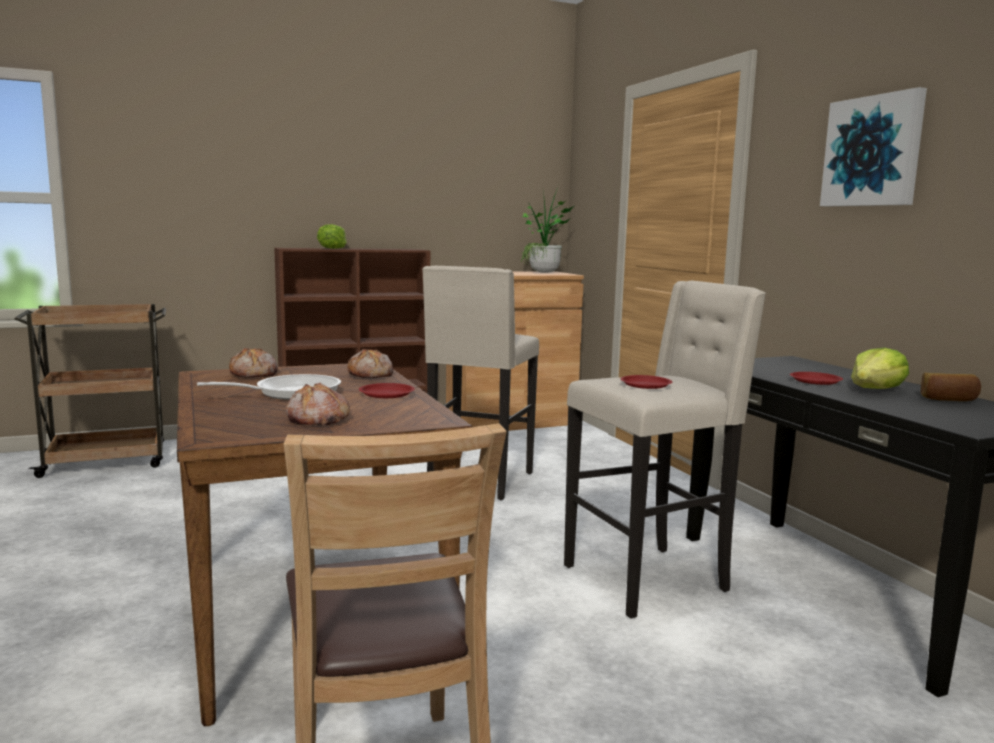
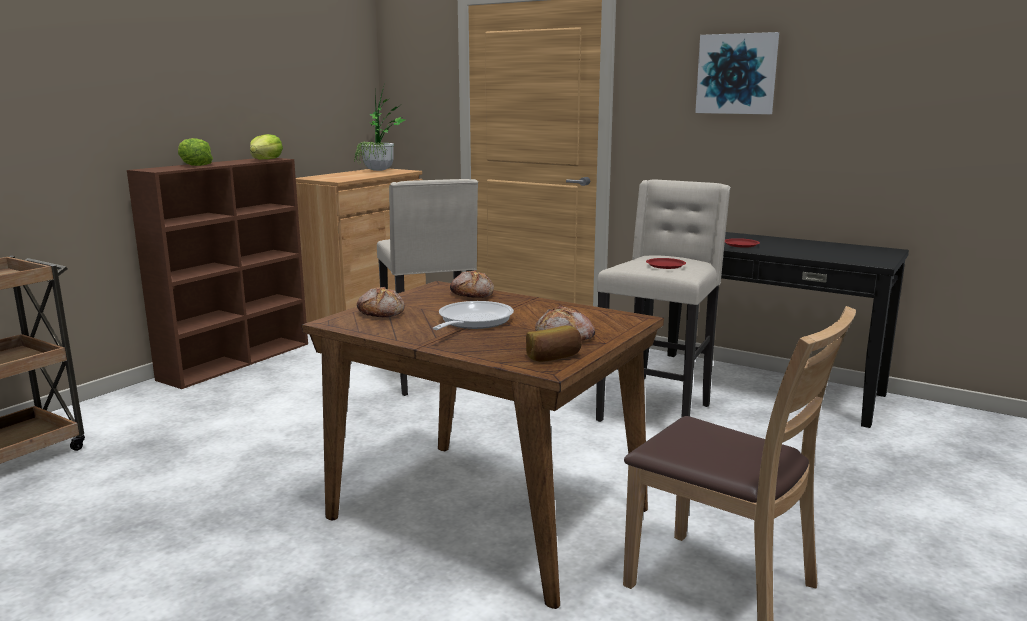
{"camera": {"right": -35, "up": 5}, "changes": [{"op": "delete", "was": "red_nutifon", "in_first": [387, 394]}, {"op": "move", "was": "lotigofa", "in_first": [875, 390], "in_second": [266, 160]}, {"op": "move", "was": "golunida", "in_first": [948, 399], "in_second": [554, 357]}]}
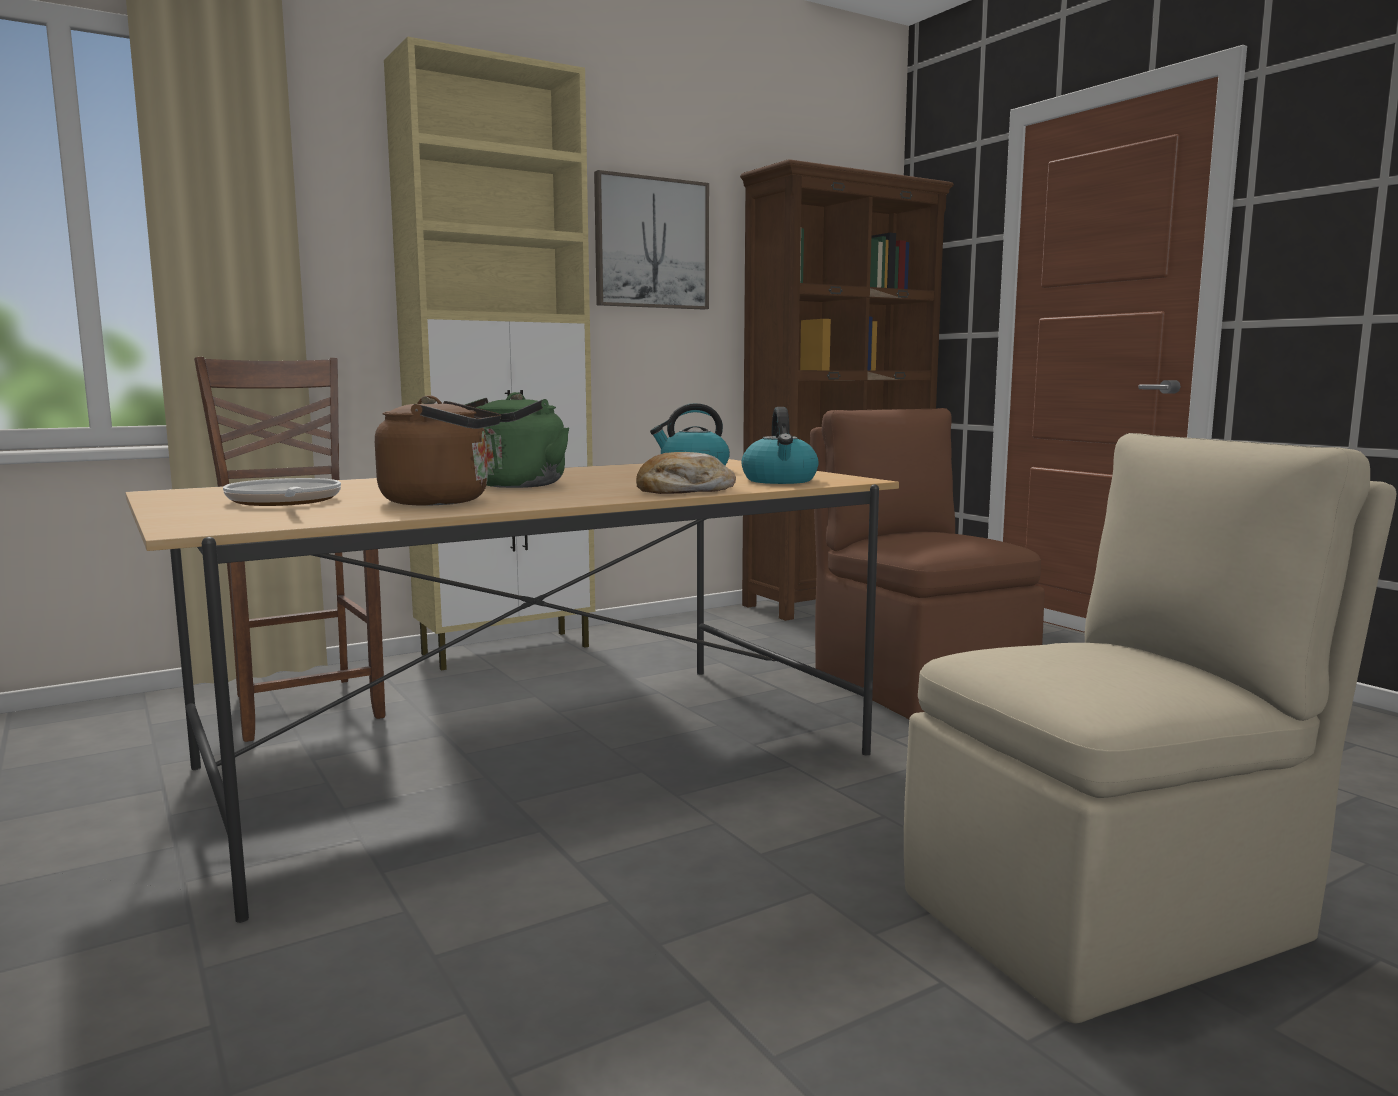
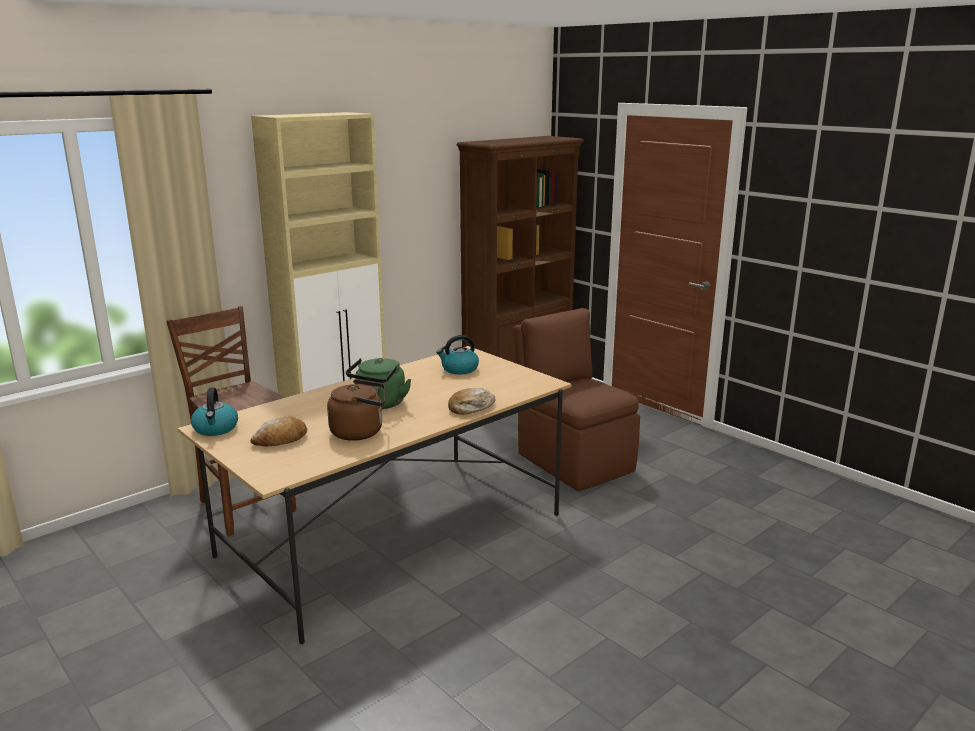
{"camera": {"right": -10, "up": 10}, "changes": [{"op": "replace", "was": "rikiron", "now": "golunida", "in_first": [284, 502], "in_second": [281, 439]}, {"op": "delete", "was": "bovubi", "in_first": [651, 243]}, {"op": "move", "was": "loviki", "in_first": [780, 480], "in_second": [216, 429]}, {"op": "delete", "was": "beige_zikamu", "in_first": [1111, 915]}]}
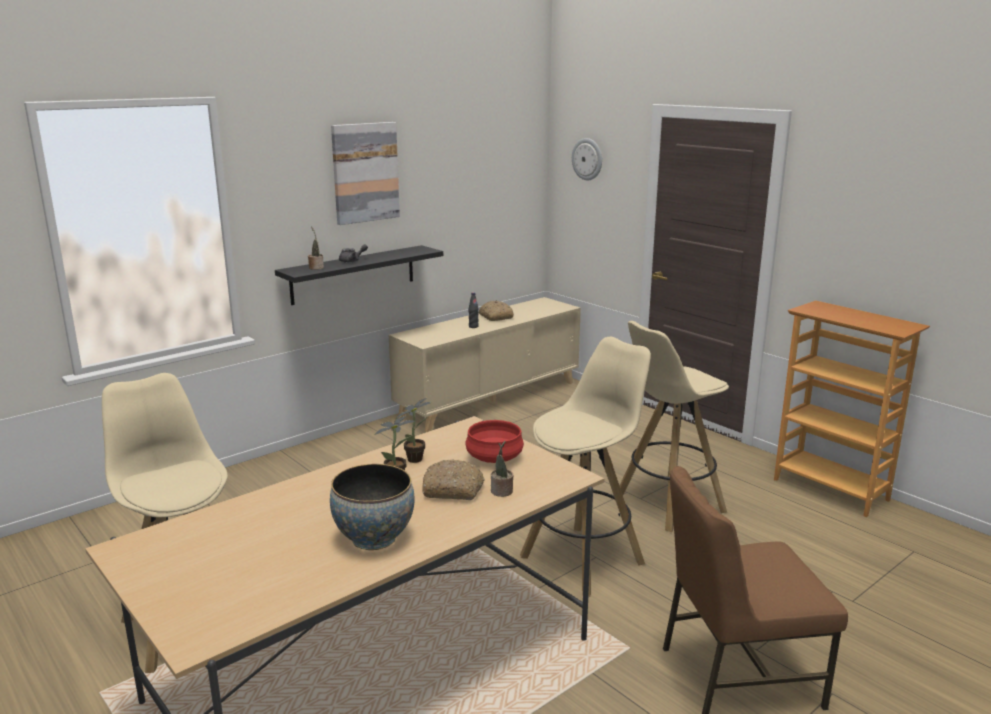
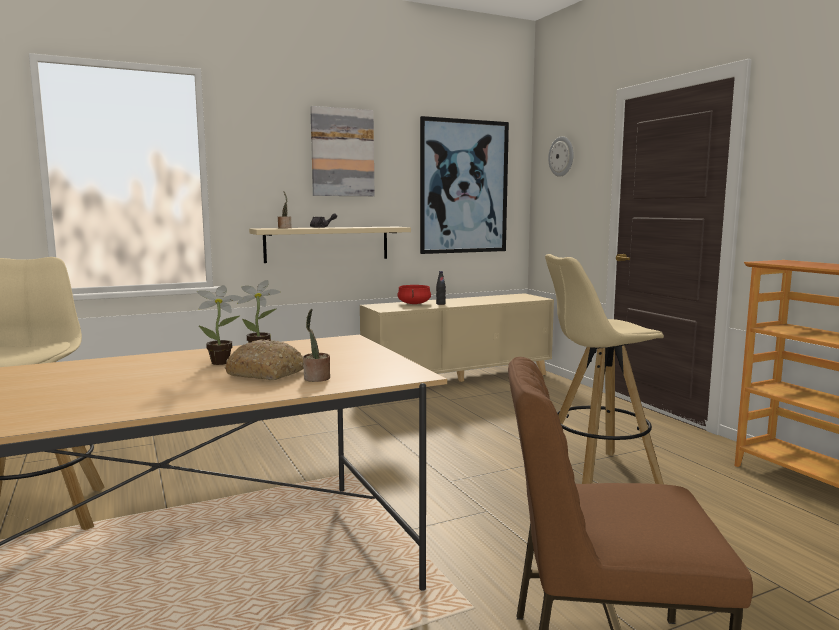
{"camera": {"right": 15, "up": -10}, "changes": [{"op": "recolor", "was": "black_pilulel", "now": "beige_pilulel", "in_first": [353, 274], "in_second": [327, 244]}, {"op": "delete", "was": "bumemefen", "in_first": [374, 538]}, {"op": "move", "was": "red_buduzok", "in_first": [493, 457], "in_second": [414, 303]}, {"op": "delete", "was": "golunida", "in_first": [495, 317]}, {"op": "delete", "was": "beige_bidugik", "in_first": [583, 559]}, {"op": "insert", "now": "bovubi", "in_second": [464, 187]}]}
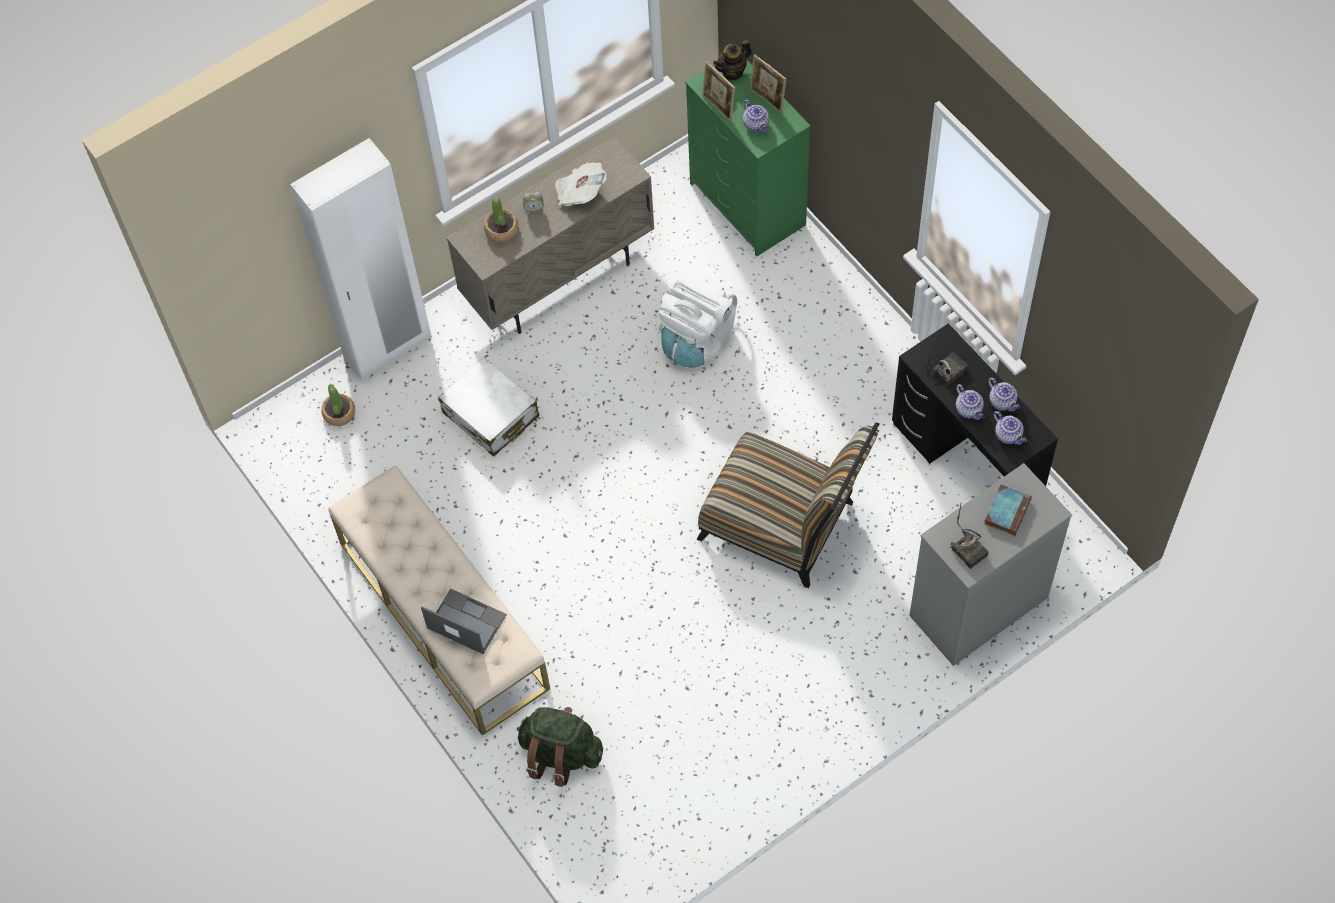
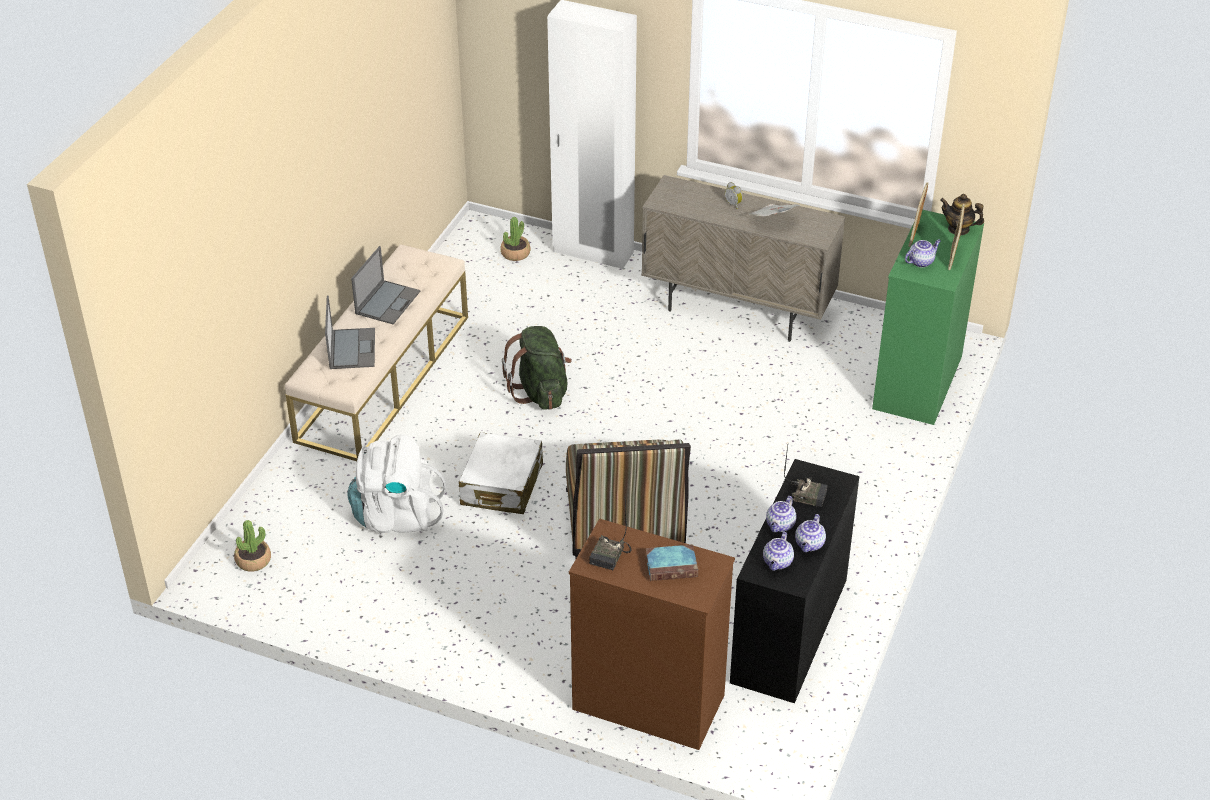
{"camera": {"right": 55, "up": -20}, "changes": [{"op": "move", "was": "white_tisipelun", "in_first": [490, 415], "in_second": [501, 485]}, {"op": "move", "was": "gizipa", "in_first": [502, 230], "in_second": [253, 560]}, {"op": "move", "was": "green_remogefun", "in_first": [560, 754], "in_second": [540, 392]}, {"op": "move", "was": "white_remogefun", "in_first": [697, 339], "in_second": [396, 516]}, {"op": "rotate", "was": "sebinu", "in_first": [756, 124], "in_second": [921, 261], "clockwise": -150}, {"op": "recolor", "was": "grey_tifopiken", "now": "brown_tifopiken", "in_first": [977, 607], "in_second": [647, 702]}, {"op": "insert", "now": "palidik", "in_second": [388, 302]}]}
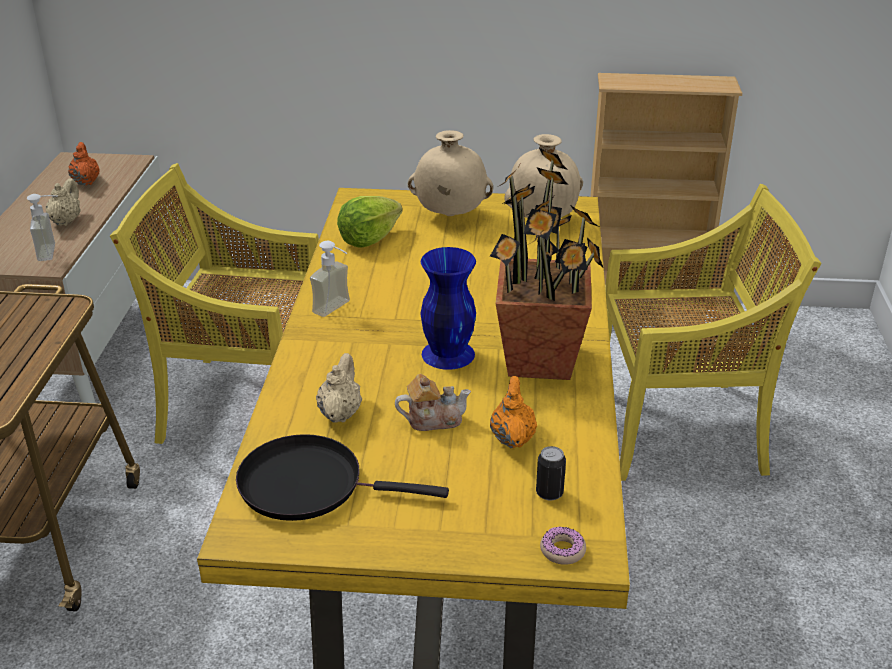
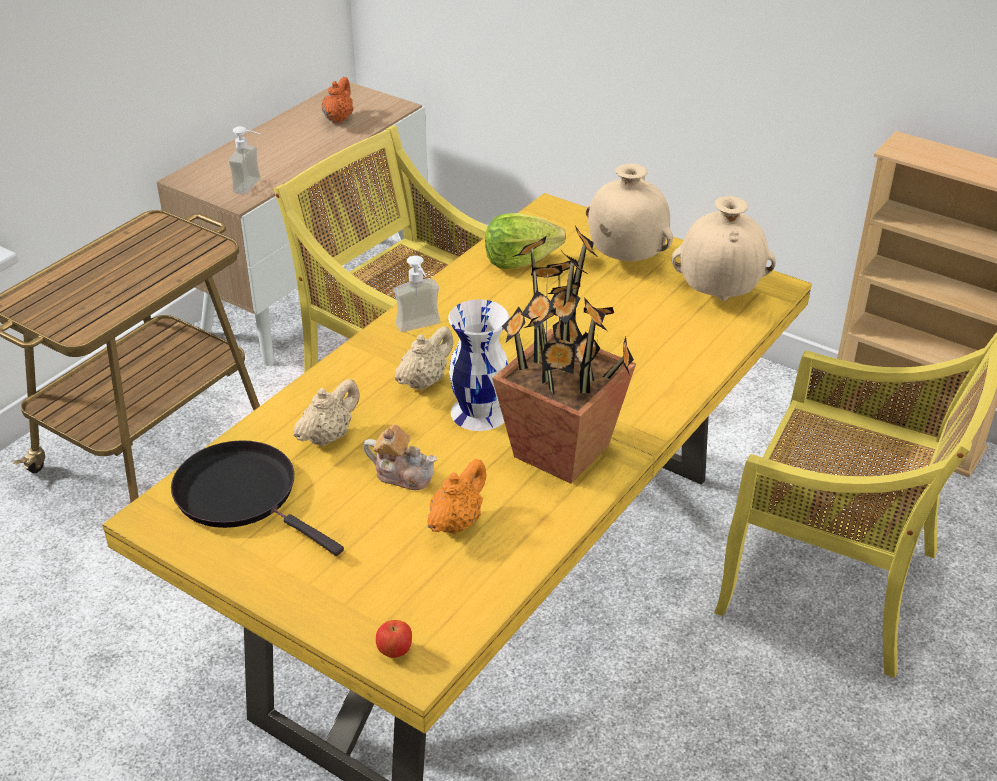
{"camera": {"right": 30, "up": 5}, "changes": [{"op": "move", "was": "beige_sebinu", "in_first": [66, 221], "in_second": [424, 381]}, {"op": "recolor", "was": "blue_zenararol", "now": "white_zenararol", "in_first": [447, 354], "in_second": [478, 411]}, {"op": "delete", "was": "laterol", "in_first": [549, 493]}, {"op": "replace", "was": "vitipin", "now": "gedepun", "in_first": [562, 550], "in_second": [395, 651]}]}
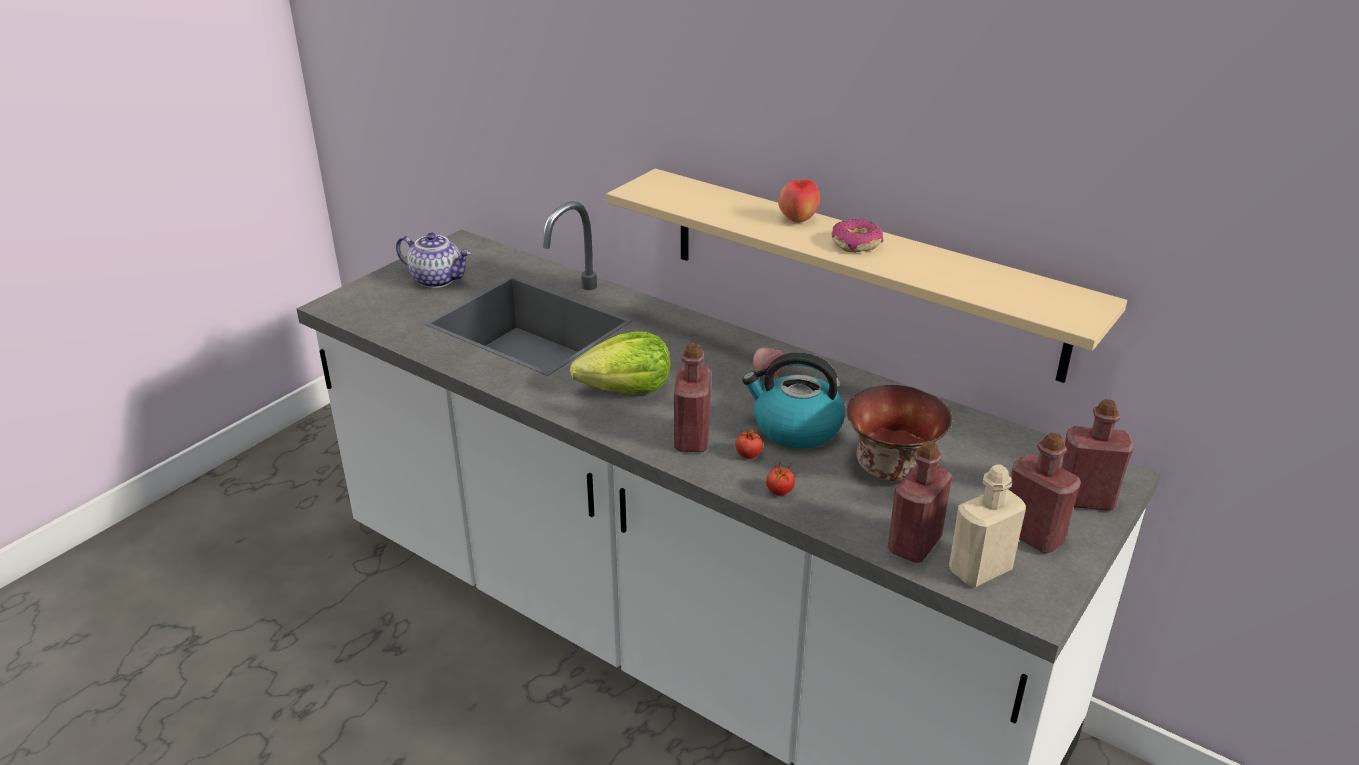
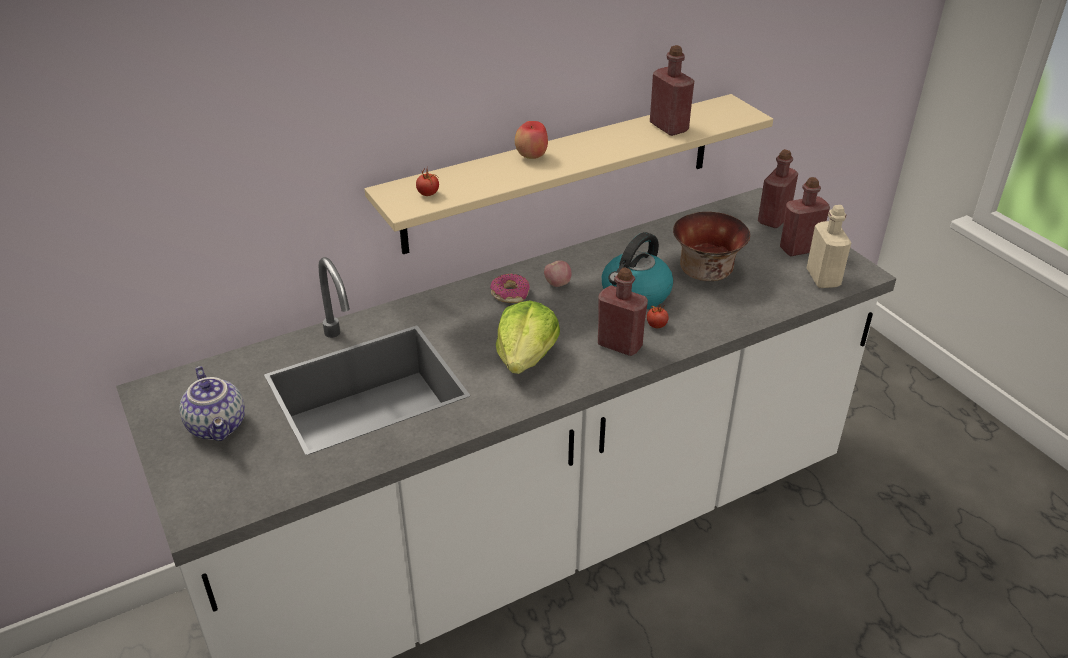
{"camera": {"right": -65, "up": 5}, "changes": [{"op": "rotate", "was": "sebinu", "in_first": [438, 279], "in_second": [219, 426], "clockwise": 105}, {"op": "move", "was": "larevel", "in_first": [779, 492], "in_second": [428, 194]}, {"op": "move", "was": "vitipin", "in_first": [856, 244], "in_second": [510, 294]}, {"op": "move", "was": "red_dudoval", "in_first": [914, 544], "in_second": [668, 127]}]}
